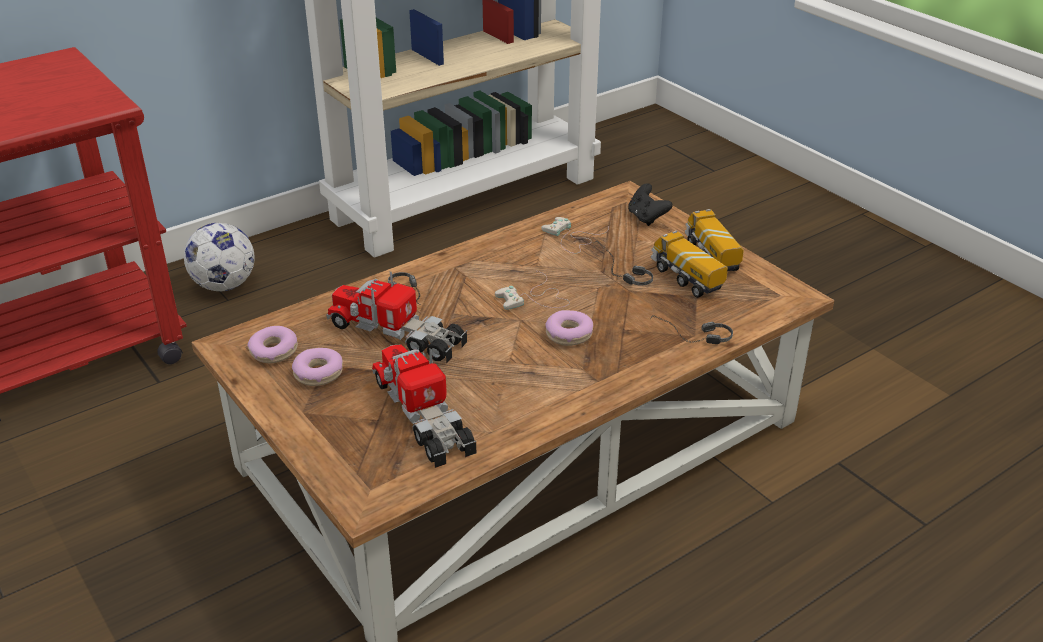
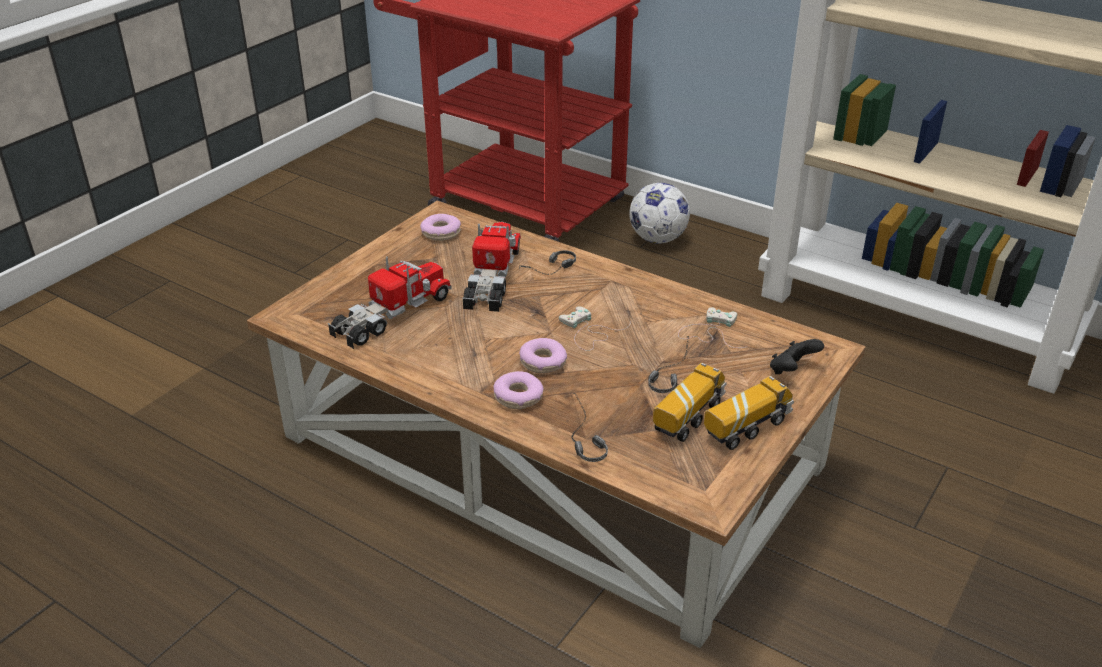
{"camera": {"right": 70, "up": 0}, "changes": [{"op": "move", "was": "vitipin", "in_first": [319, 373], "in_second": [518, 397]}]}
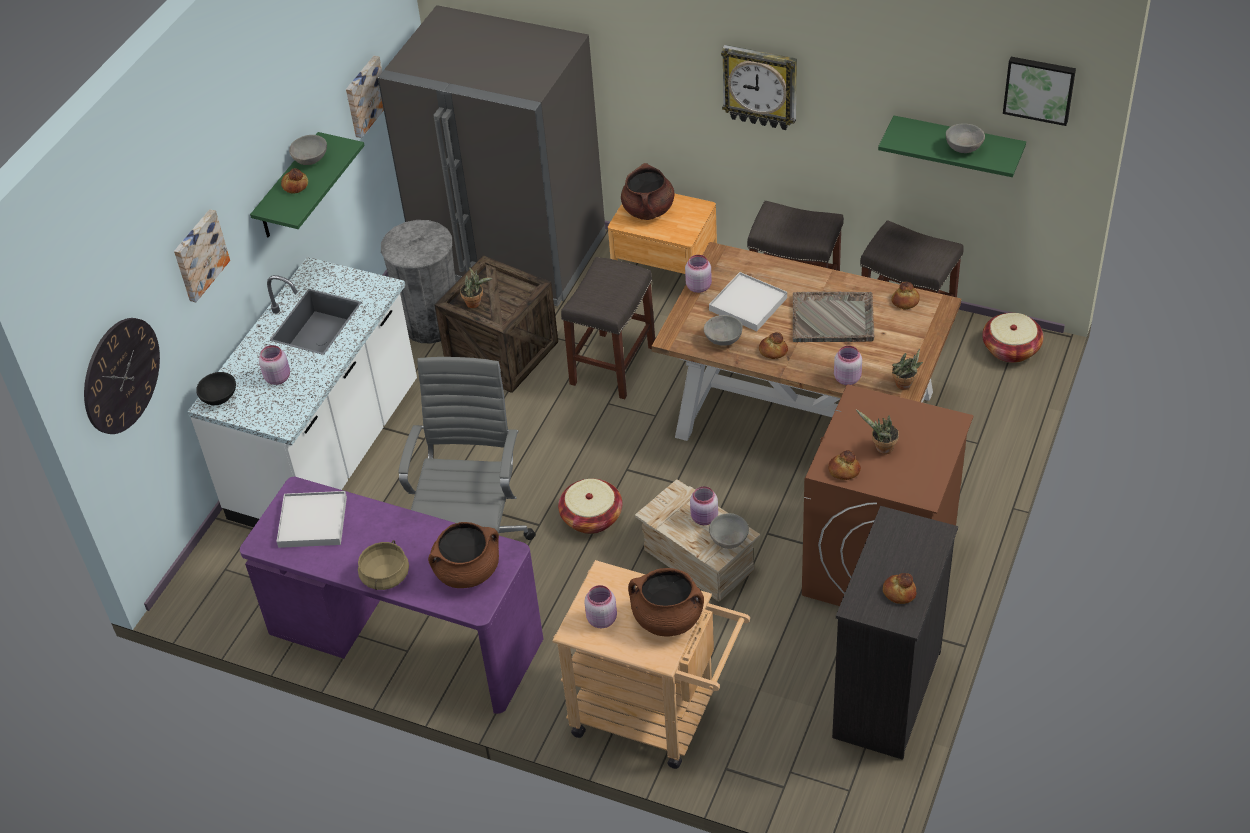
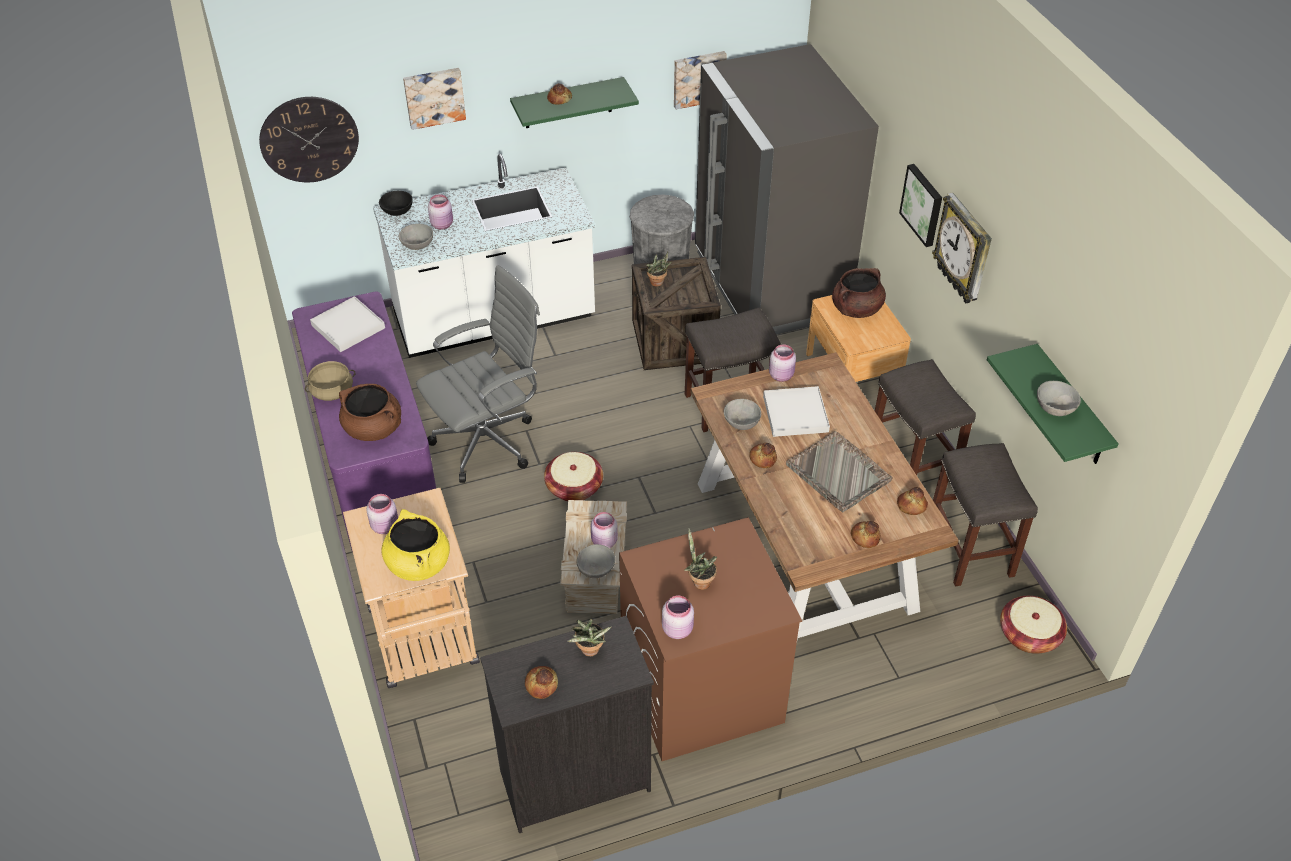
{"camera": {"right": 45, "up": 0}, "changes": [{"op": "move", "was": "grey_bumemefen", "in_first": [311, 160], "in_second": [418, 246]}, {"op": "recolor", "was": "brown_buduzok", "now": "yellow_buduzok", "in_first": [667, 619], "in_second": [418, 563]}, {"op": "move", "was": "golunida", "in_first": [843, 470], "in_second": [864, 537]}, {"op": "move", "was": "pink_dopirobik", "in_first": [847, 378], "in_second": [677, 628]}, {"op": "move", "was": "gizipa", "in_first": [905, 385], "in_second": [589, 651]}, {"op": "move", "was": "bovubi", "in_first": [1039, 89], "in_second": [923, 204]}]}
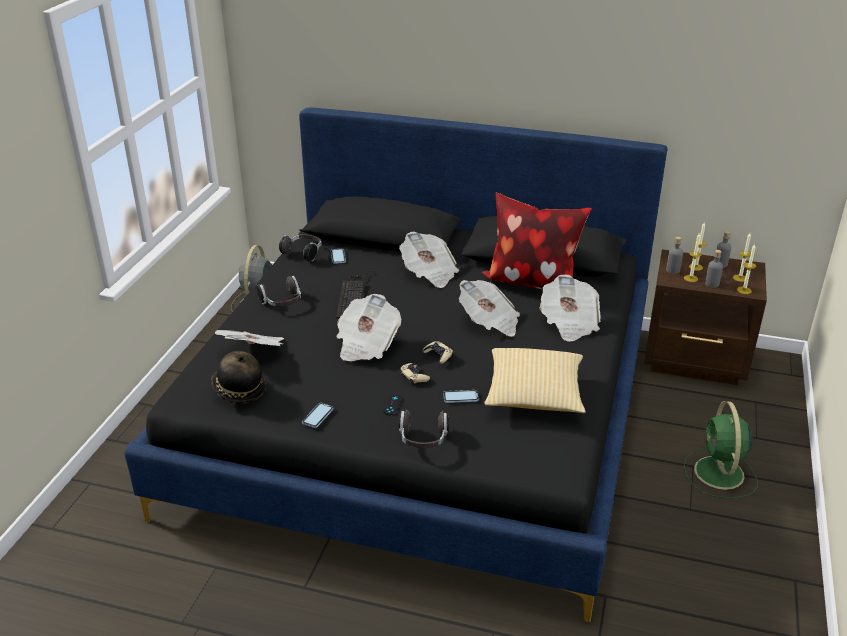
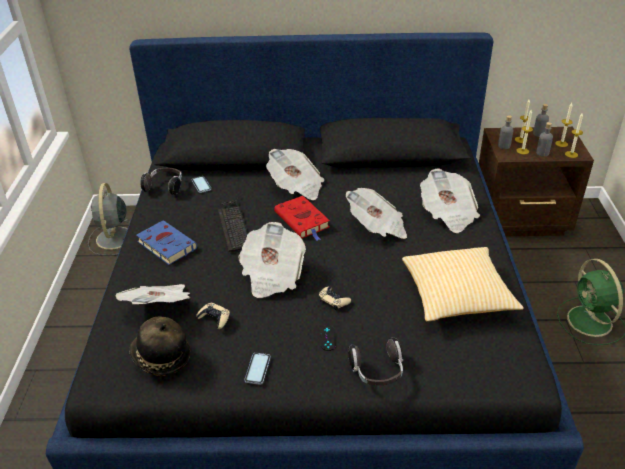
{"camera": {"right": -15, "up": 5}, "changes": [{"op": "replace", "was": "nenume", "now": "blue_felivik", "in_first": [282, 302], "in_second": [165, 244]}, {"op": "move", "was": "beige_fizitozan", "in_first": [438, 355], "in_second": [214, 318]}, {"op": "delete", "was": "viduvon", "in_first": [460, 397]}, {"op": "delete", "was": "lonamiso", "in_first": [531, 281]}, {"op": "insert", "now": "red_felivik", "in_second": [303, 221]}]}
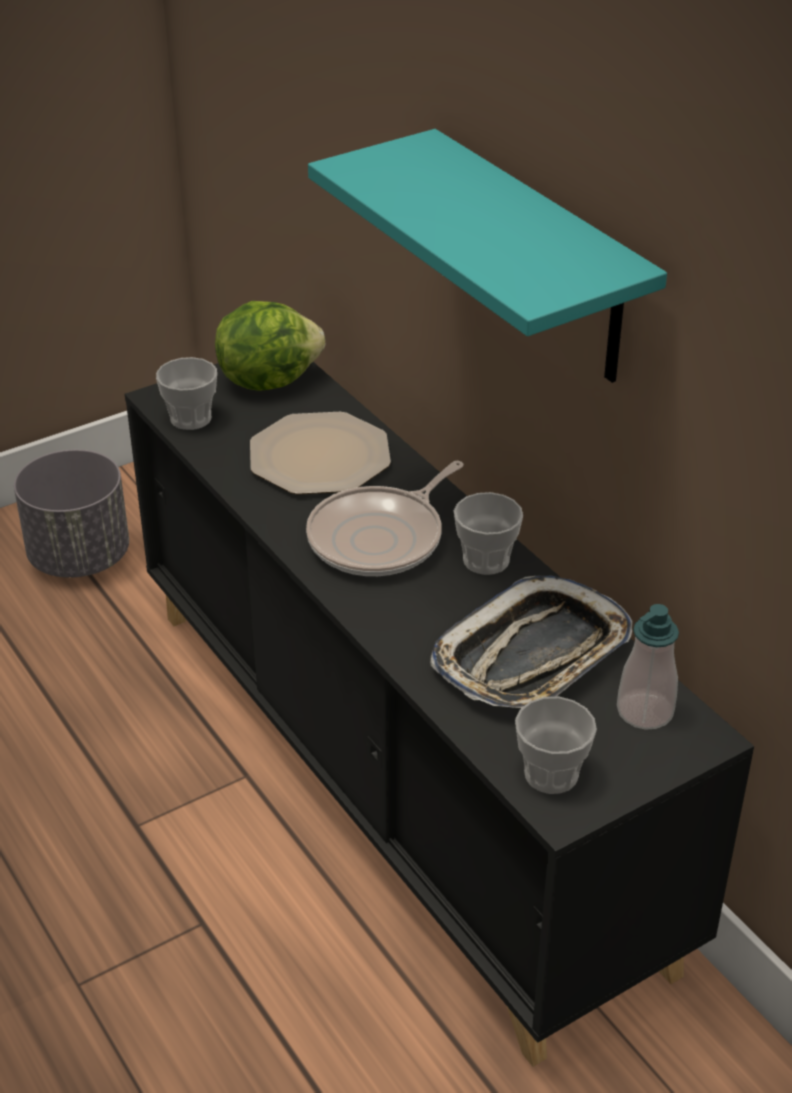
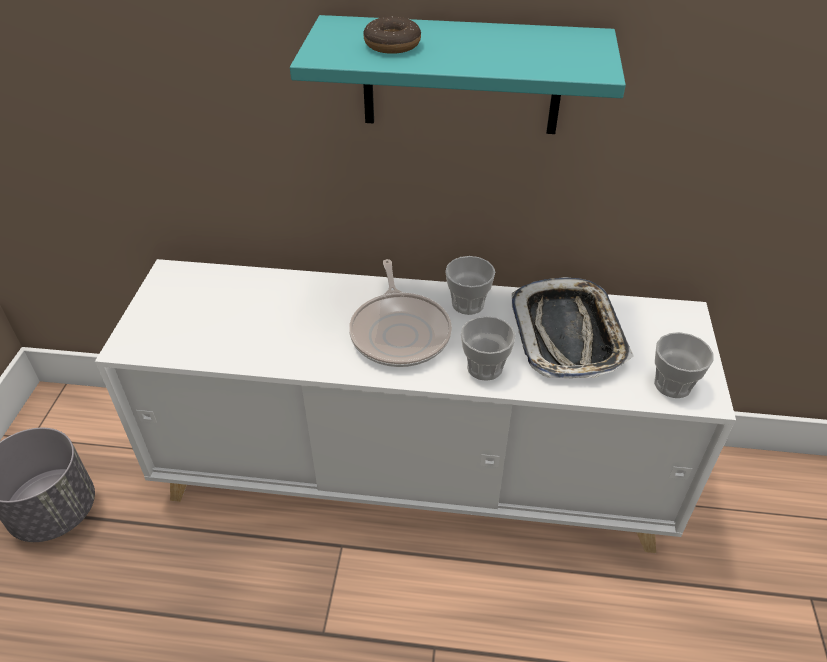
{"camera": {"right": -50, "up": 5}, "changes": [{"op": "recolor", "was": "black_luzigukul", "now": "white_luzigukul", "in_first": [397, 777], "in_second": [415, 476]}, {"op": "move", "was": "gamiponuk", "in_first": [191, 418], "in_second": [484, 367]}, {"op": "delete", "was": "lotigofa", "in_first": [268, 379]}, {"op": "delete", "was": "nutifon", "in_first": [319, 457]}, {"op": "delete", "was": "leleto", "in_first": [645, 711]}, {"op": "insert", "now": "vitipin", "in_second": [392, 44]}]}
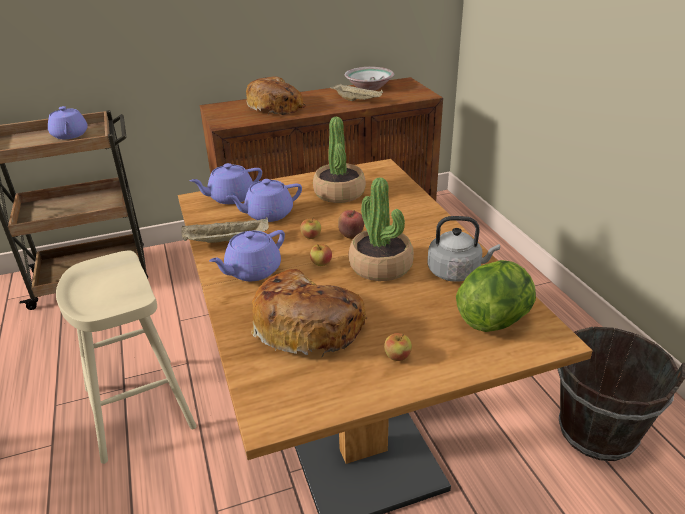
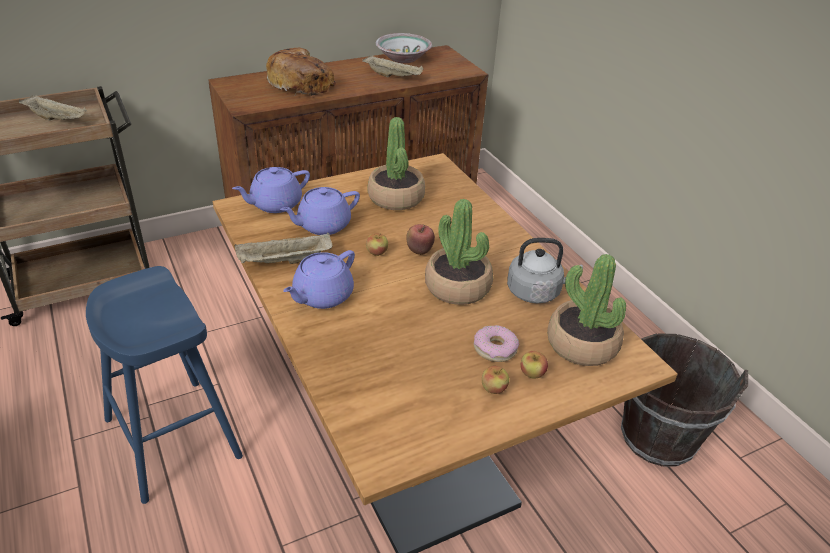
{"camera": {"right": -10, "up": 5}, "changes": [{"op": "replace", "was": "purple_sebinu", "now": "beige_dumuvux", "in_first": [70, 135], "in_second": [57, 119]}, {"op": "recolor", "was": "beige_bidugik", "now": "blue_bidugik", "in_first": [139, 408], "in_second": [172, 438]}, {"op": "delete", "was": "golunida", "in_first": [308, 324]}, {"op": "move", "was": "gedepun", "in_first": [321, 264], "in_second": [532, 374]}, {"op": "replace", "was": "lotigofa", "now": "gizipa", "in_first": [494, 319], "in_second": [581, 344]}, {"op": "insert", "now": "vitipin", "in_second": [495, 349]}]}
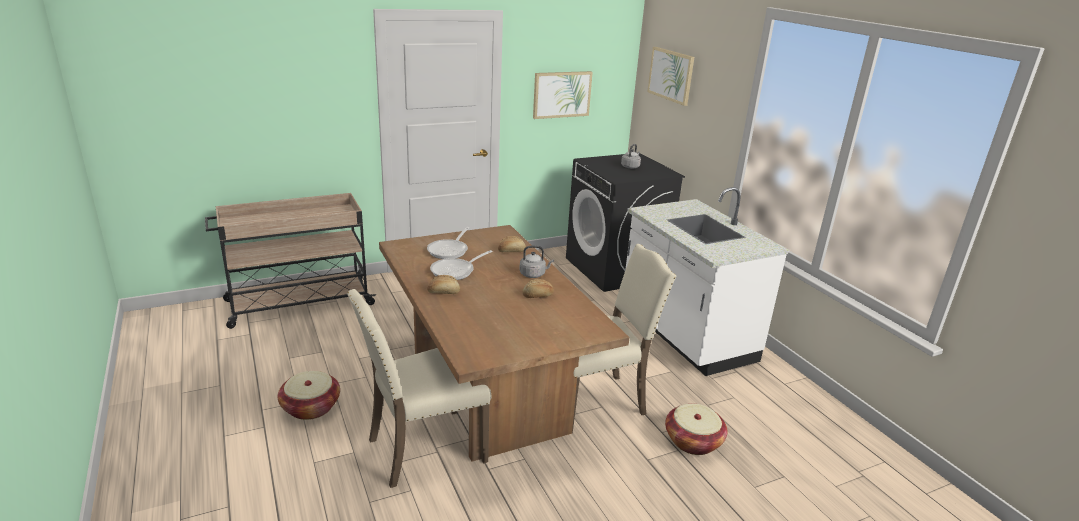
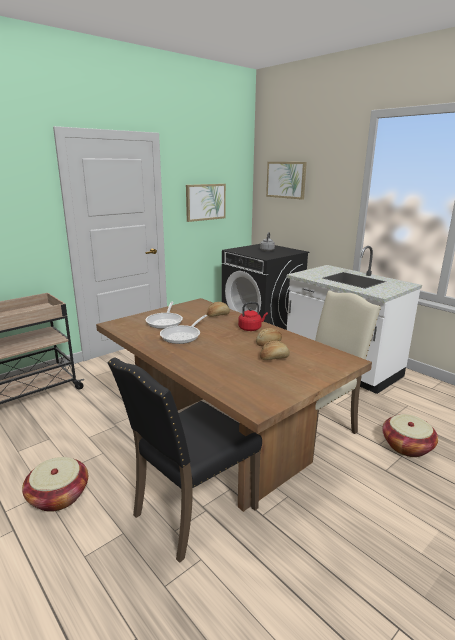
{"camera": {"right": -15, "up": -5}, "changes": [{"op": "recolor", "was": "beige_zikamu", "now": "black_zikamu", "in_first": [423, 449], "in_second": [191, 511]}, {"op": "move", "was": "golunida", "in_first": [443, 292], "in_second": [274, 358]}, {"op": "recolor", "was": "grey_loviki", "now": "red_loviki", "in_first": [533, 274], "in_second": [251, 328]}]}
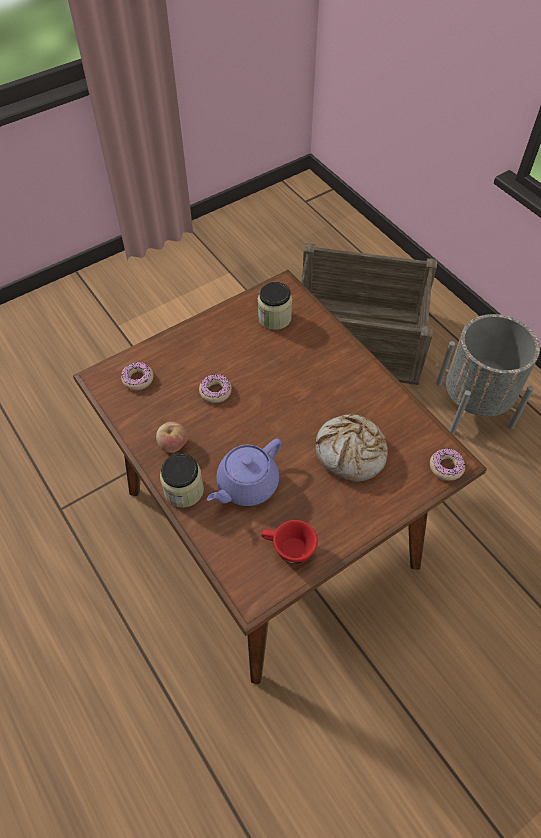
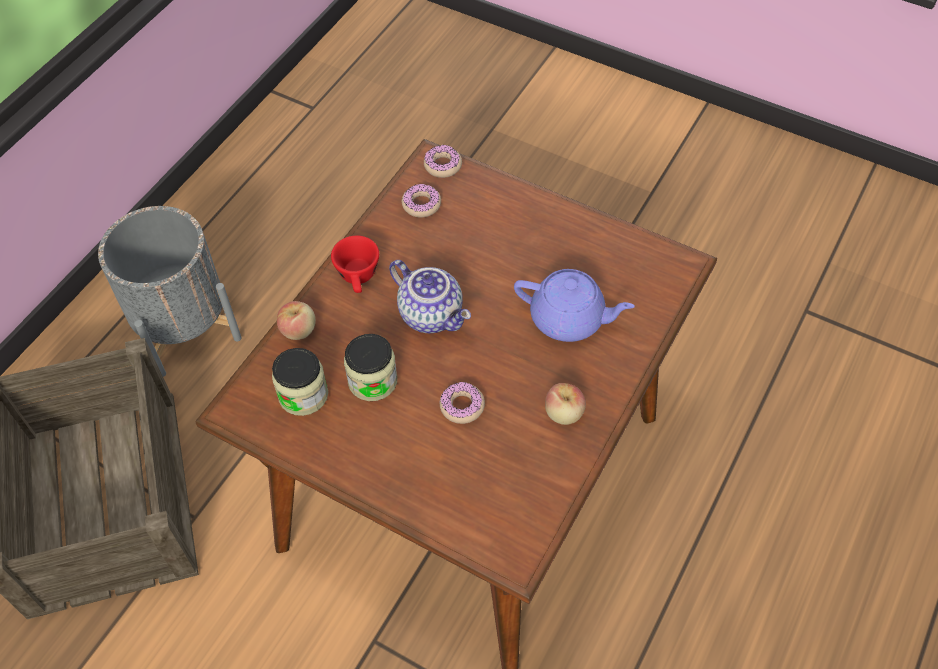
{"camera": {"right": -115, "up": 0}, "changes": [{"op": "move", "was": "vitipin", "in_first": [138, 379], "in_second": [421, 204]}, {"op": "move", "was": "dopirobik", "in_first": [184, 490], "in_second": [372, 381]}, {"op": "move", "was": "red_gamiponuk", "in_first": [288, 549], "in_second": [359, 278]}, {"op": "delete", "was": "golunida", "in_first": [351, 453]}, {"op": "insert", "now": "gedepun", "in_second": [299, 330]}, {"op": "insert", "now": "sebinu", "in_second": [432, 314]}]}
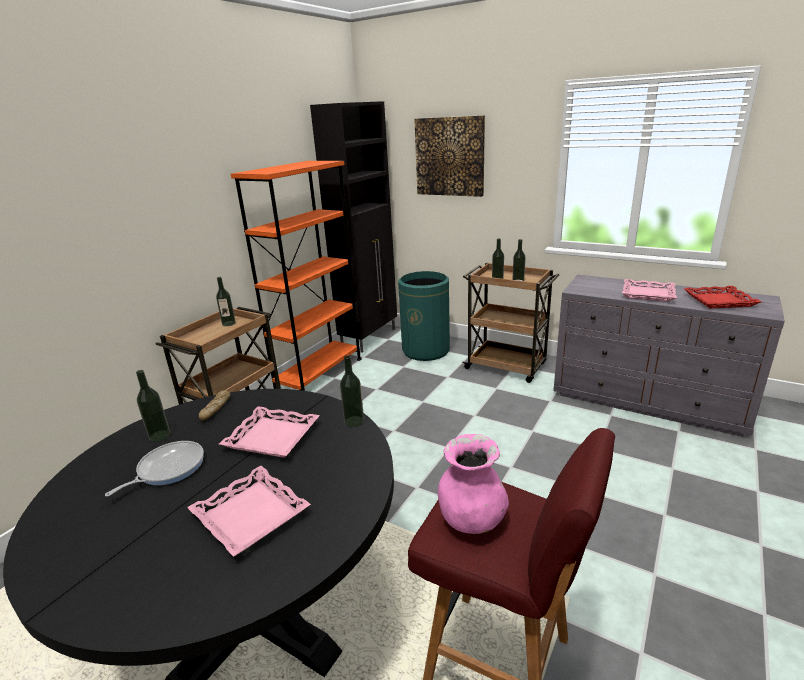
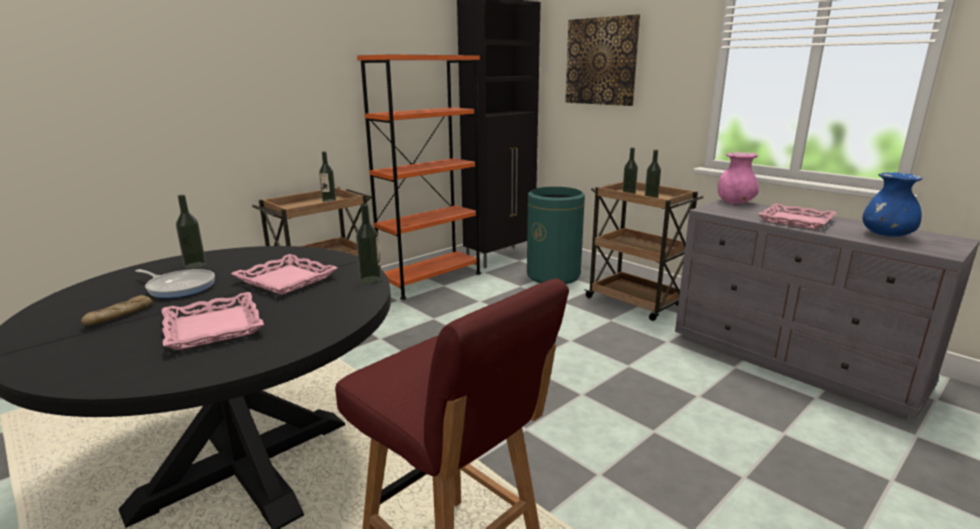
{"camera": {"right": 15, "up": -5}, "changes": [{"op": "rotate", "was": "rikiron", "in_first": [168, 469], "in_second": [179, 287], "clockwise": 60}, {"op": "move", "was": "golunida", "in_first": [216, 408], "in_second": [119, 316]}, {"op": "move", "was": "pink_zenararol", "in_first": [471, 520], "in_second": [735, 202]}, {"op": "replace", "was": "red_dumuvux", "now": "blue_zenararol", "in_first": [719, 301], "in_second": [886, 235]}]}
